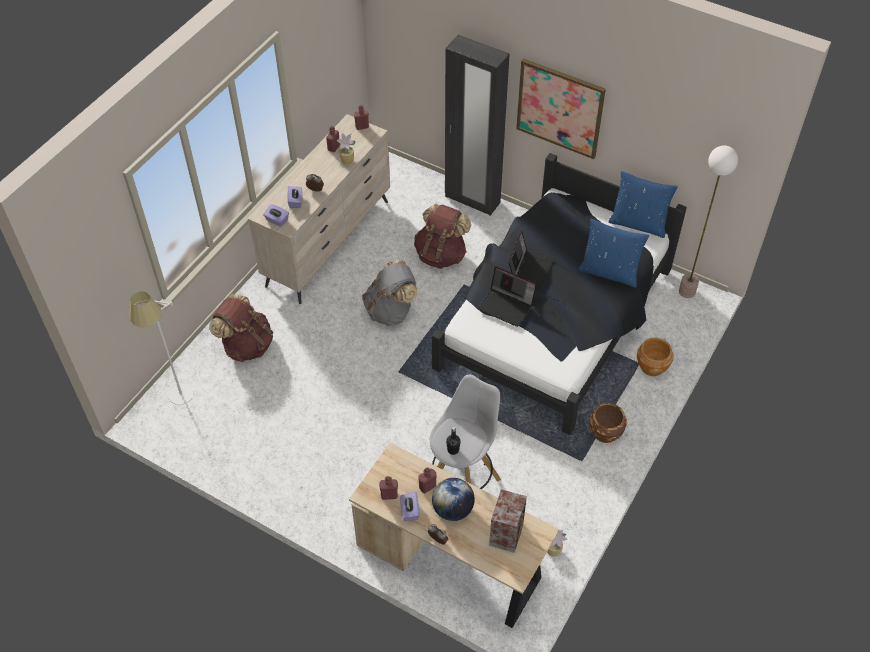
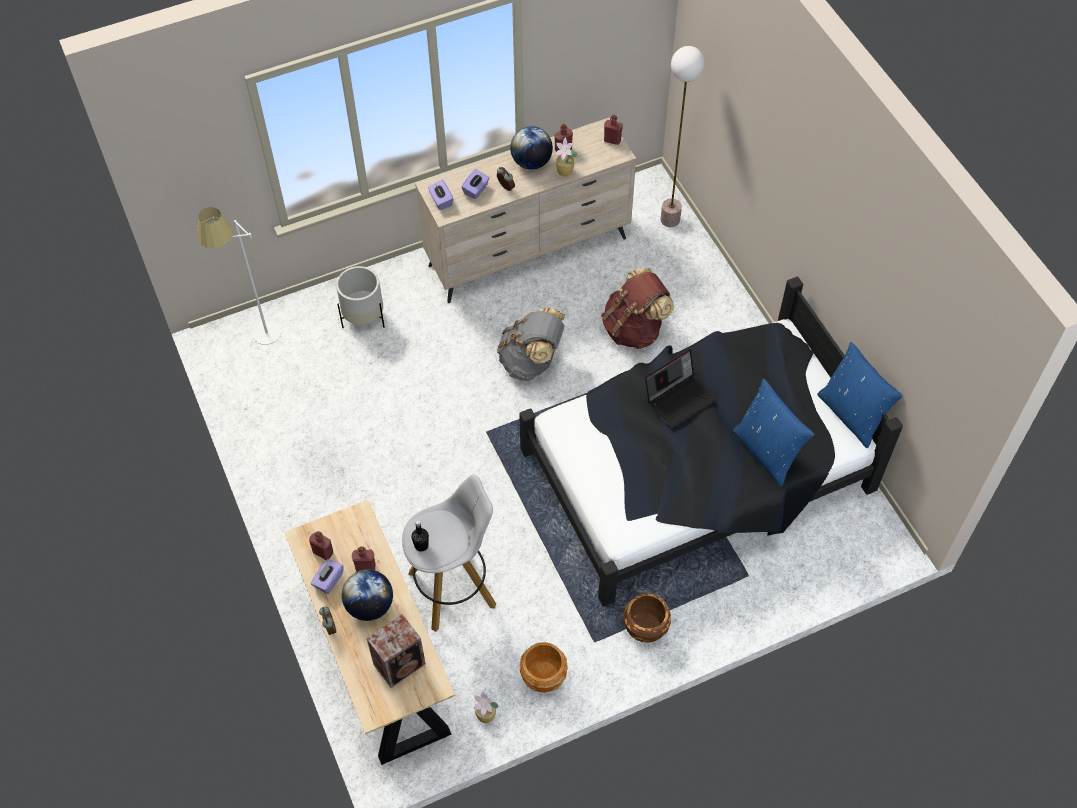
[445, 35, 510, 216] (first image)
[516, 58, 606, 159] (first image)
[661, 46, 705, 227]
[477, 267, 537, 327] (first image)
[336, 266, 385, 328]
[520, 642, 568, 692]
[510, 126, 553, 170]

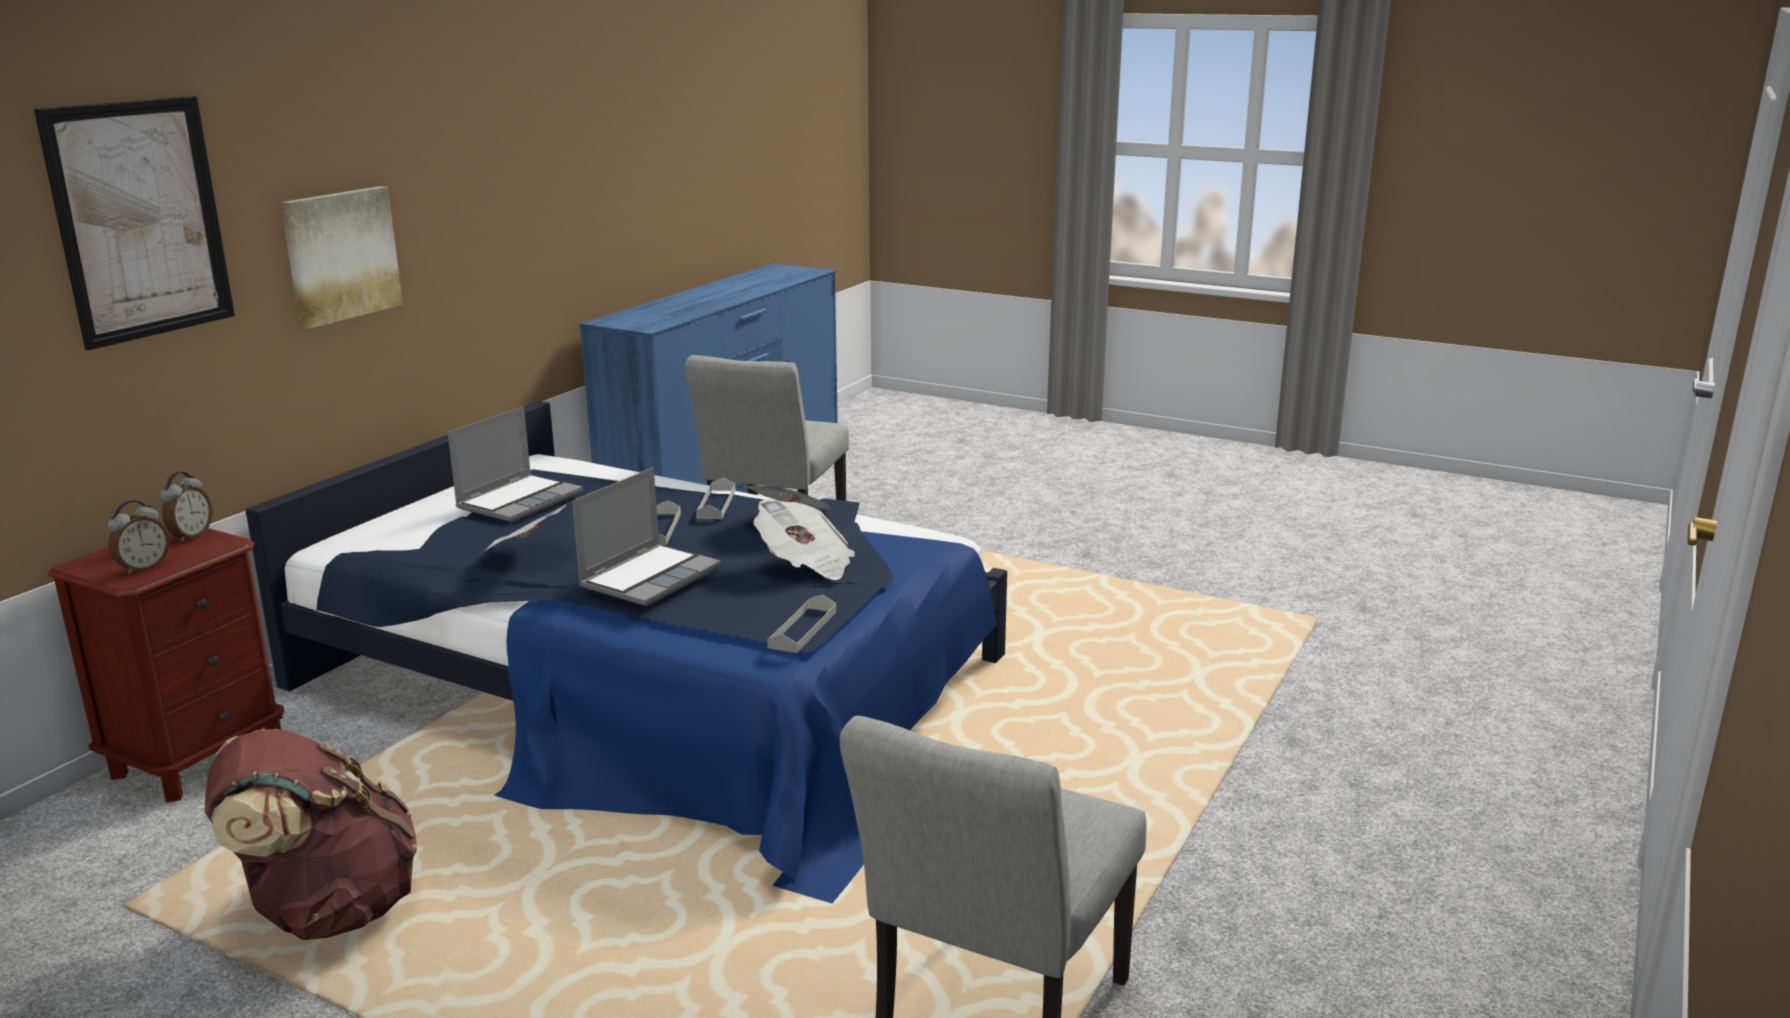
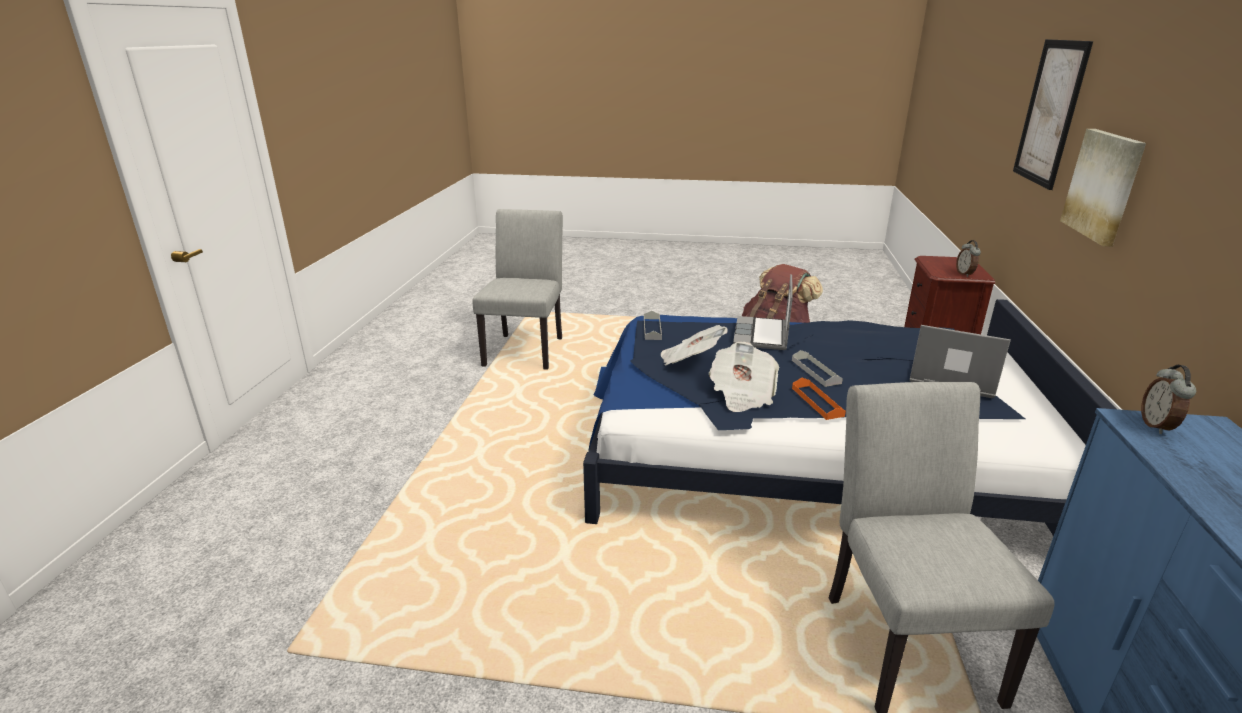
[909, 325, 1011, 398]
[792, 378, 846, 420]
[1141, 365, 1196, 434]
[480, 502, 571, 554] (first image)

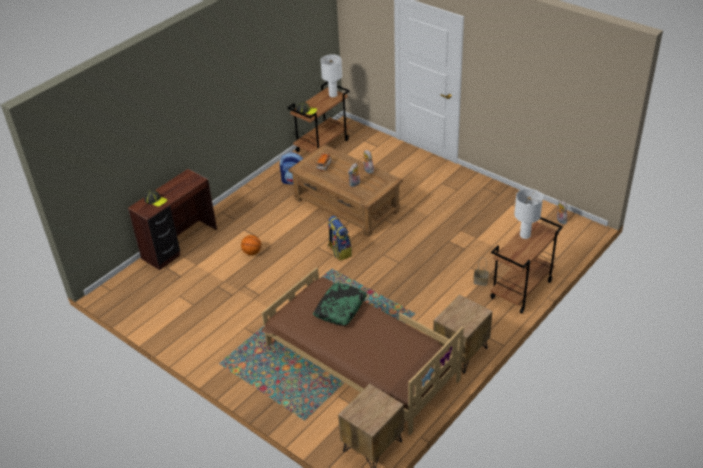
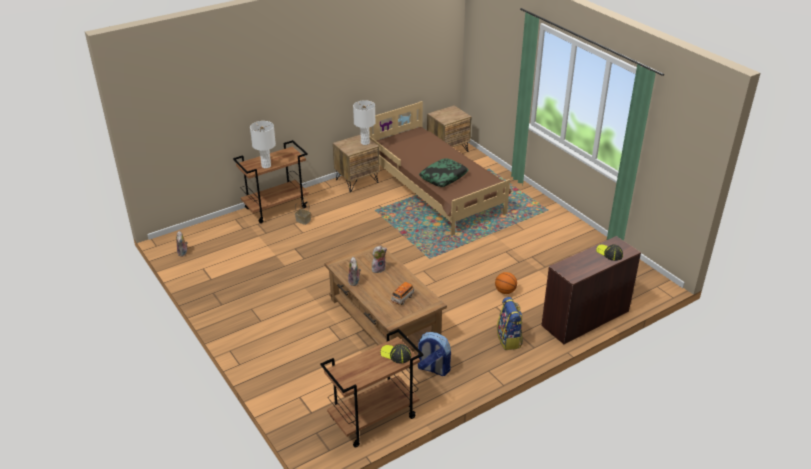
[353, 100, 376, 145]
[497, 297, 523, 350]

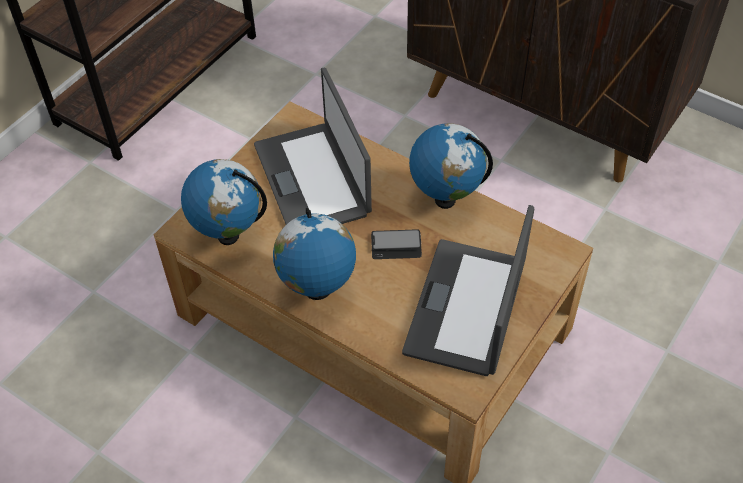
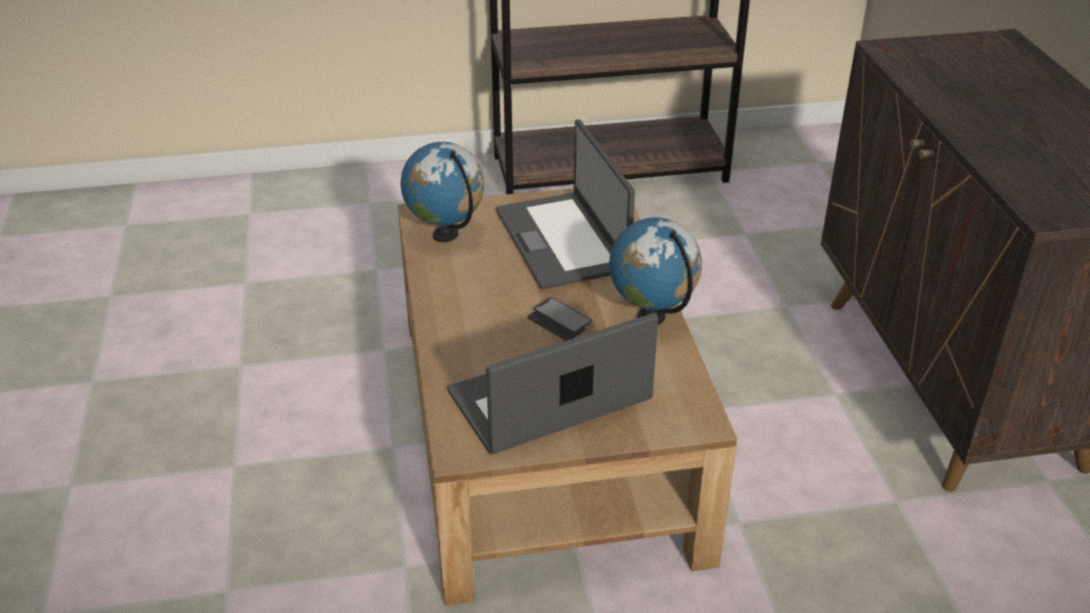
[496, 119, 635, 289]
[273, 208, 356, 300] (first image)

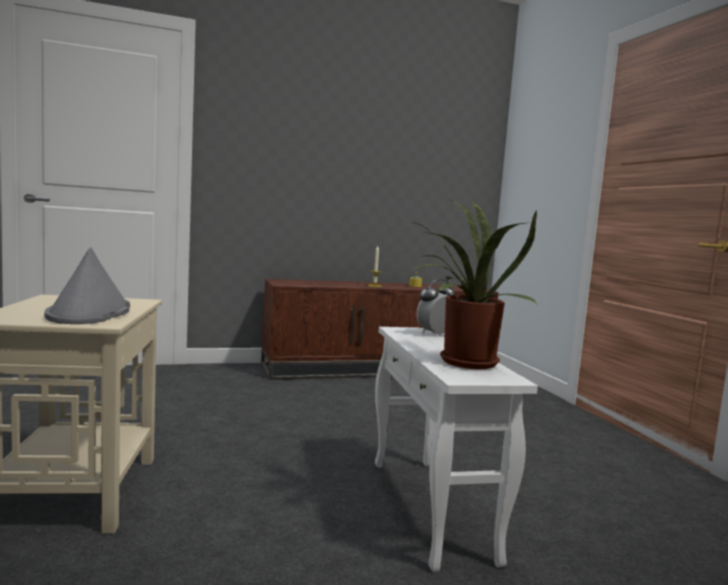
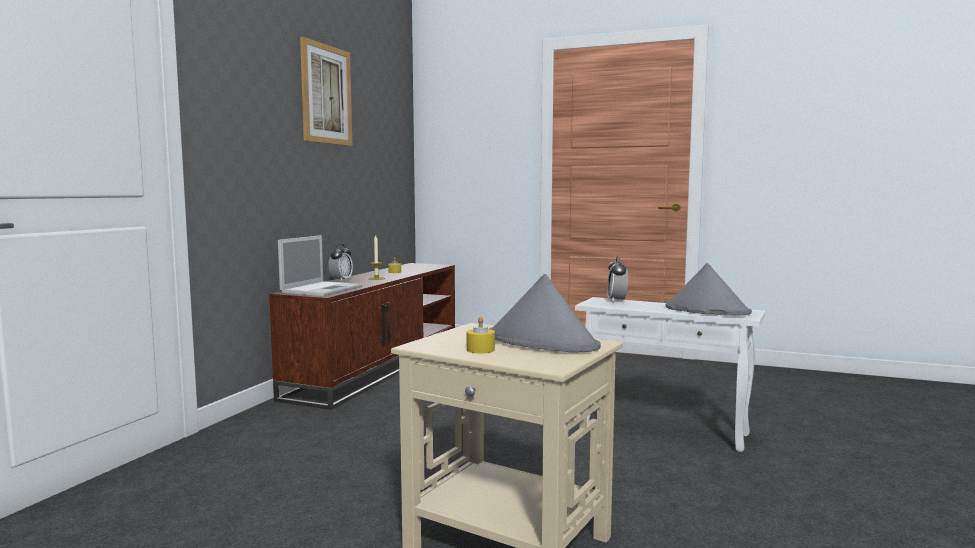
[666, 263, 752, 316]
[300, 37, 352, 146]
[278, 235, 362, 296]
[328, 244, 353, 282]
[467, 317, 495, 354]

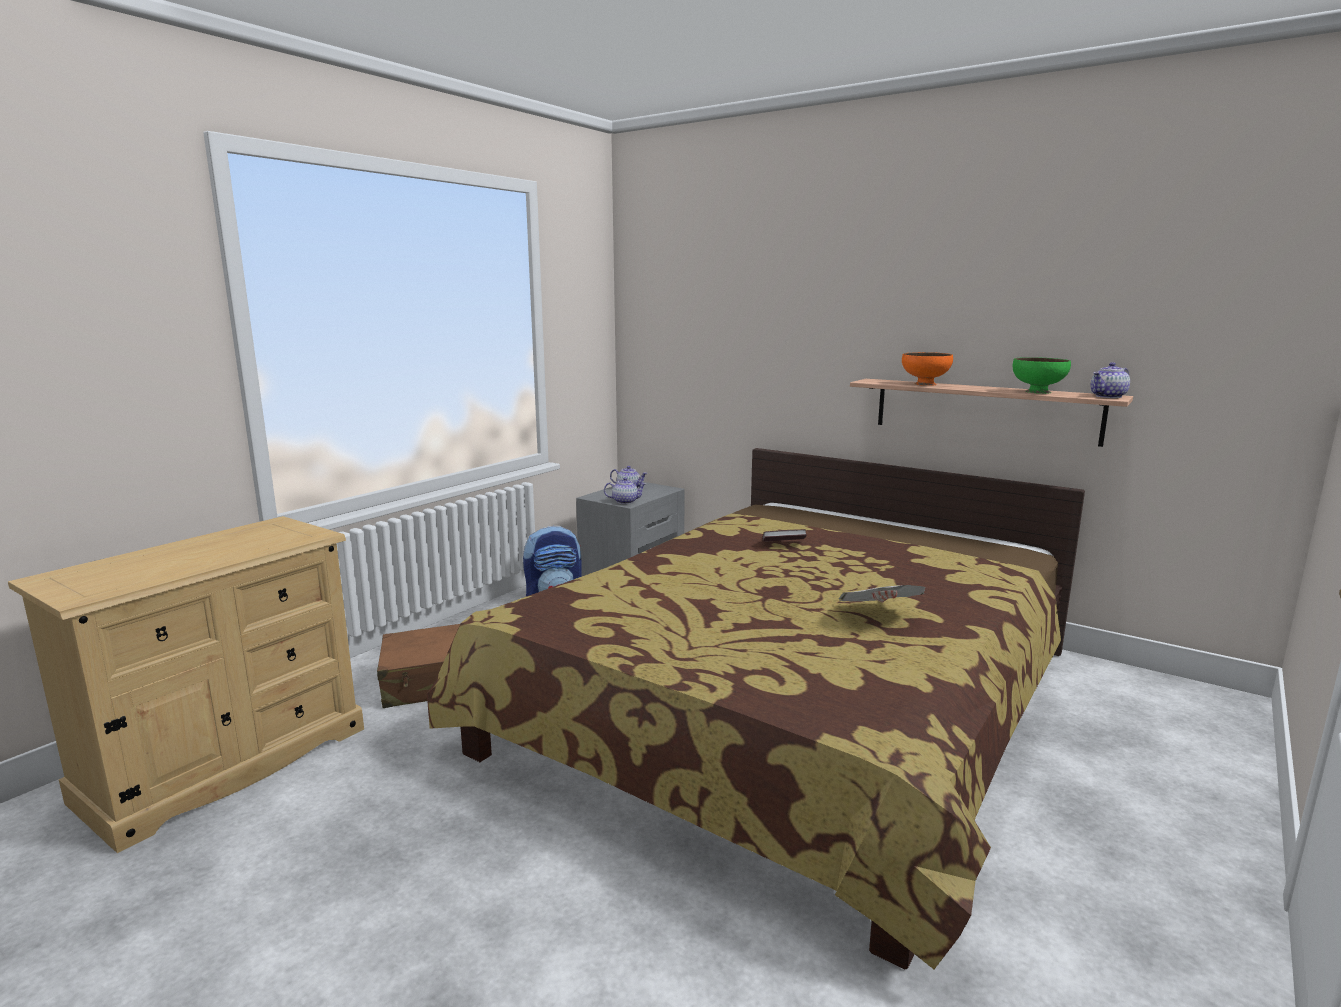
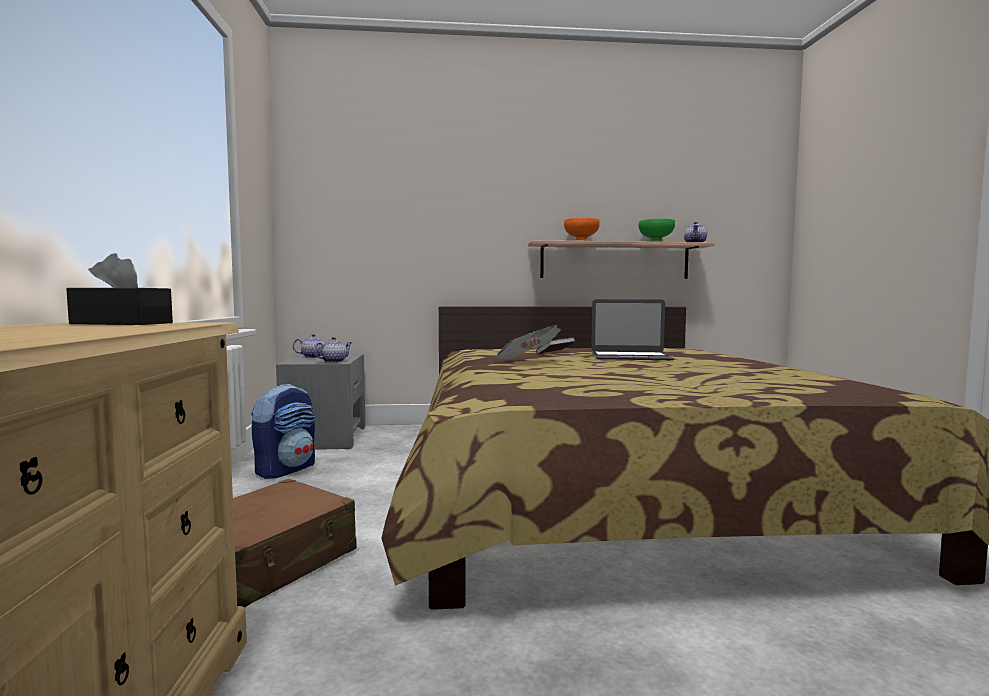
[494, 325, 561, 359]
[66, 253, 173, 325]
[591, 299, 675, 360]

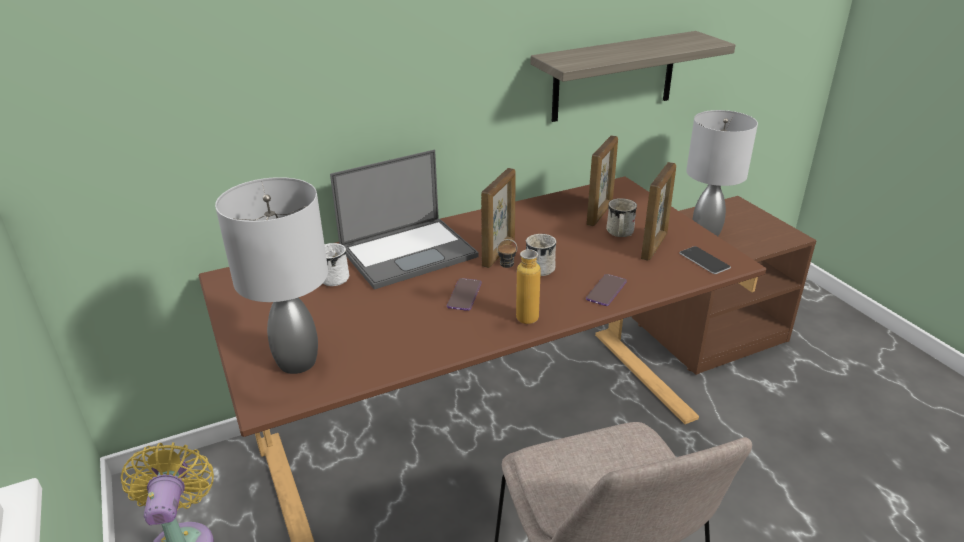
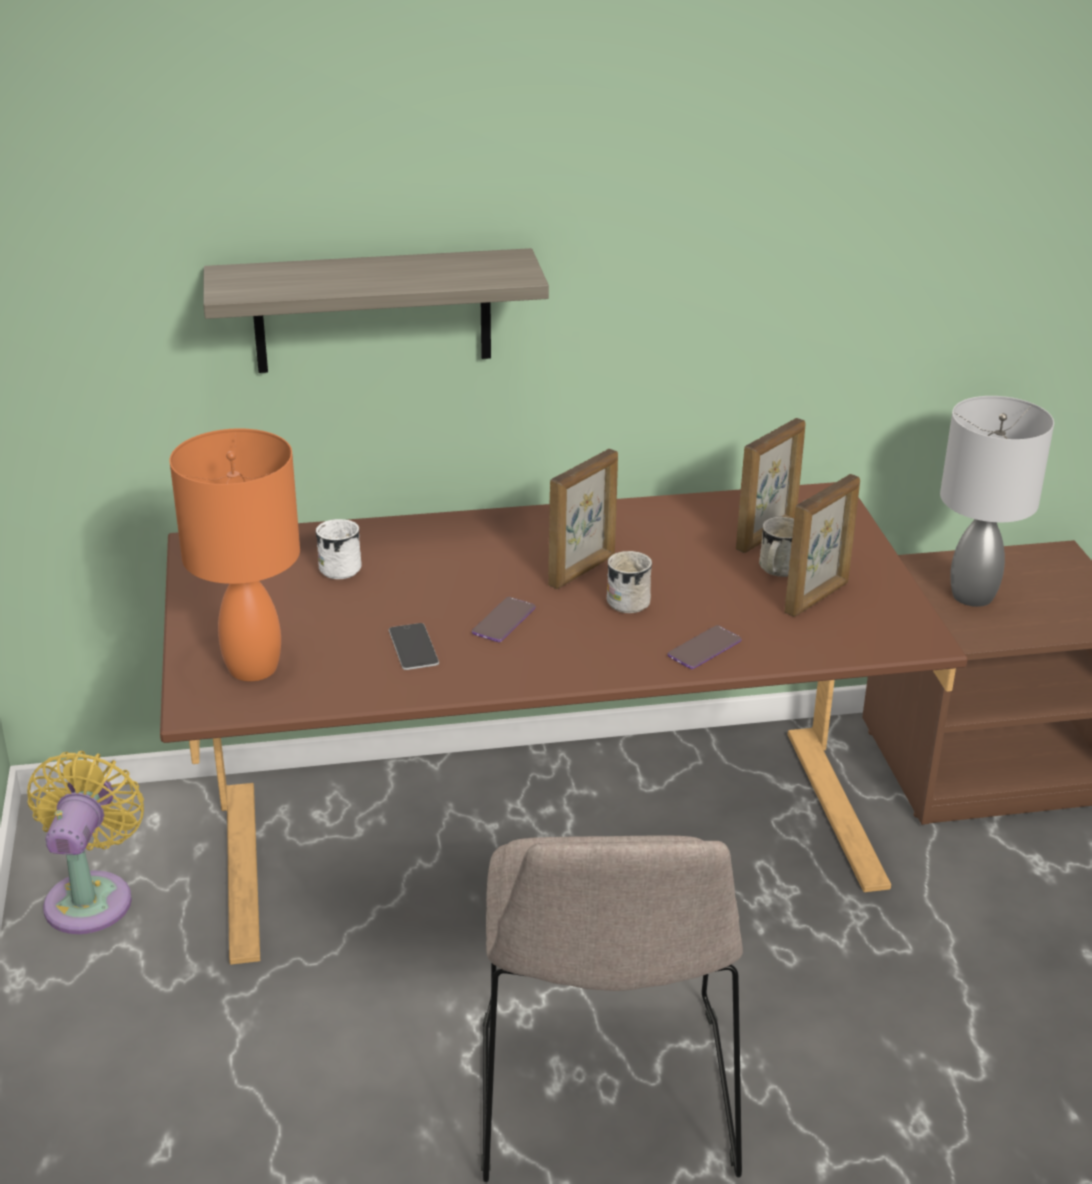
[203, 248, 549, 373]
[330, 149, 479, 290] (first image)
[169, 428, 300, 681]
[497, 239, 541, 324] (first image)
[389, 623, 439, 670]

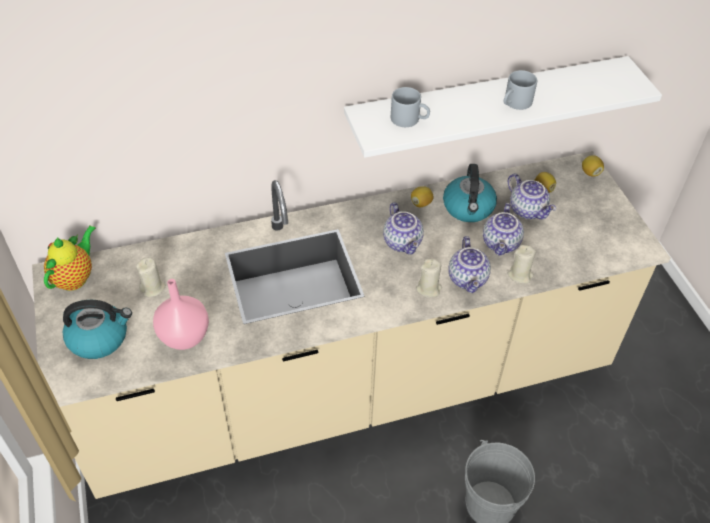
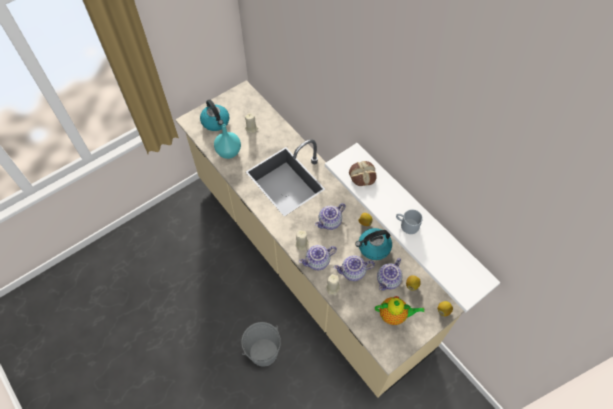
[349, 161, 377, 186]
[375, 296, 424, 325]
[214, 124, 241, 159]

